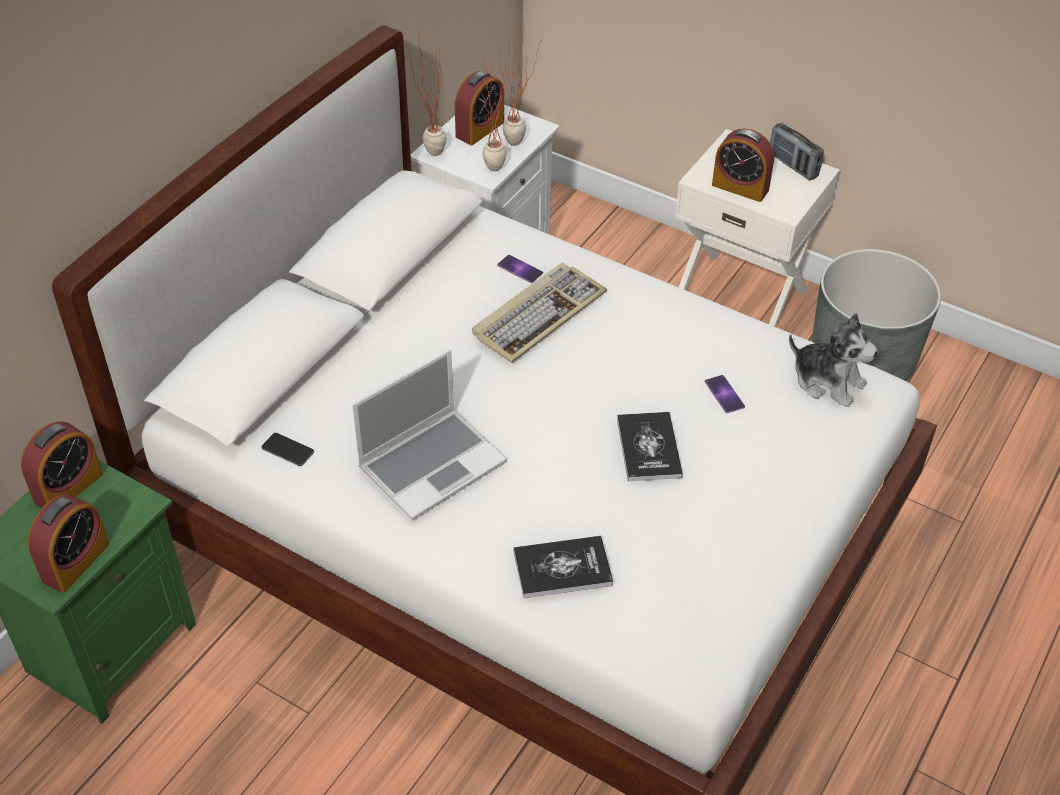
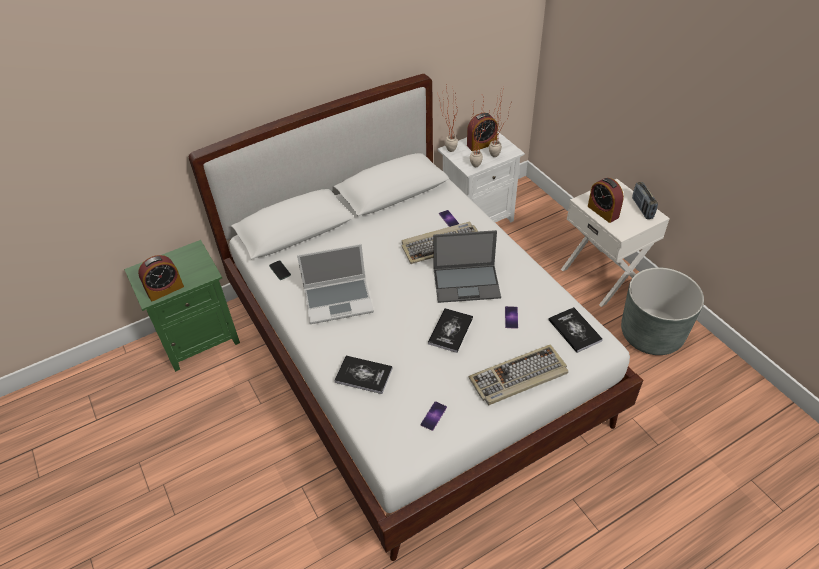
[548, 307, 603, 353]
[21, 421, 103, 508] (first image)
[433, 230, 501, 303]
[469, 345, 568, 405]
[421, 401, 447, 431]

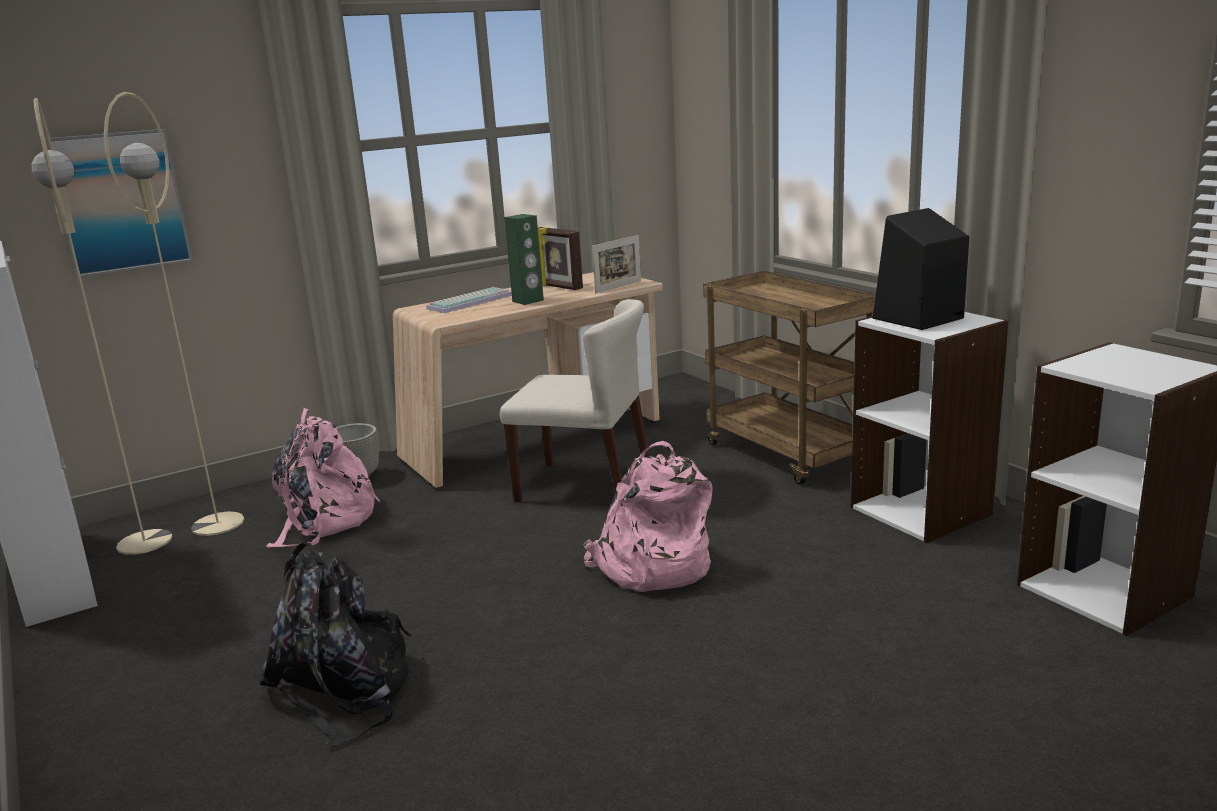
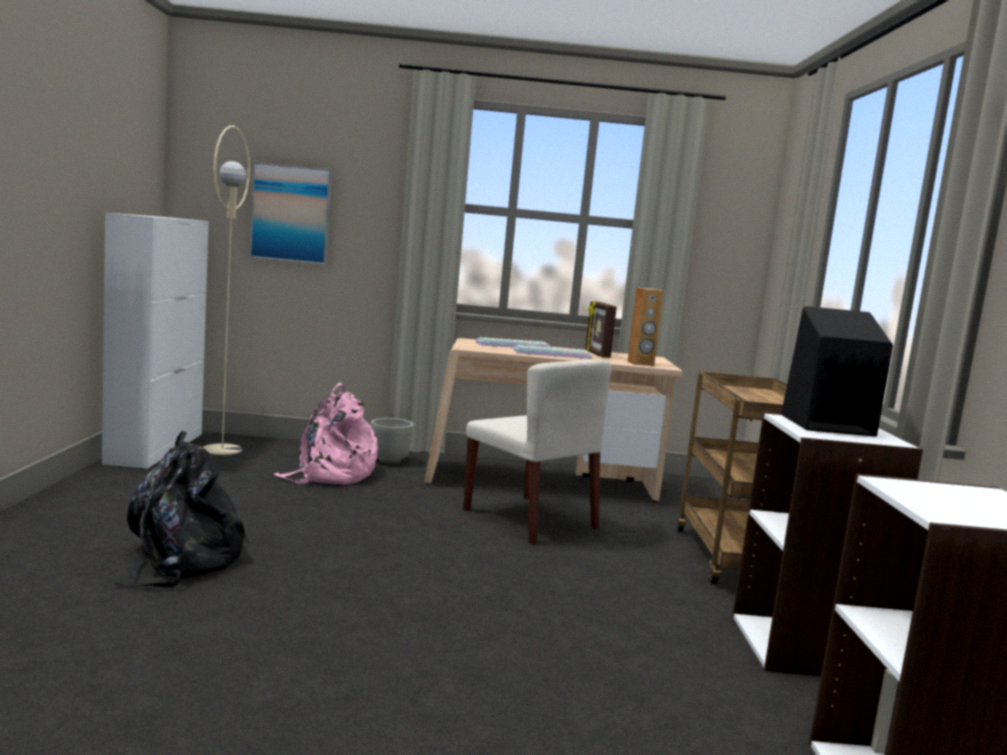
[104, 92, 244, 536] (first image)
[513, 345, 592, 359]
[628, 288, 664, 366]
[583, 441, 712, 592] (first image)

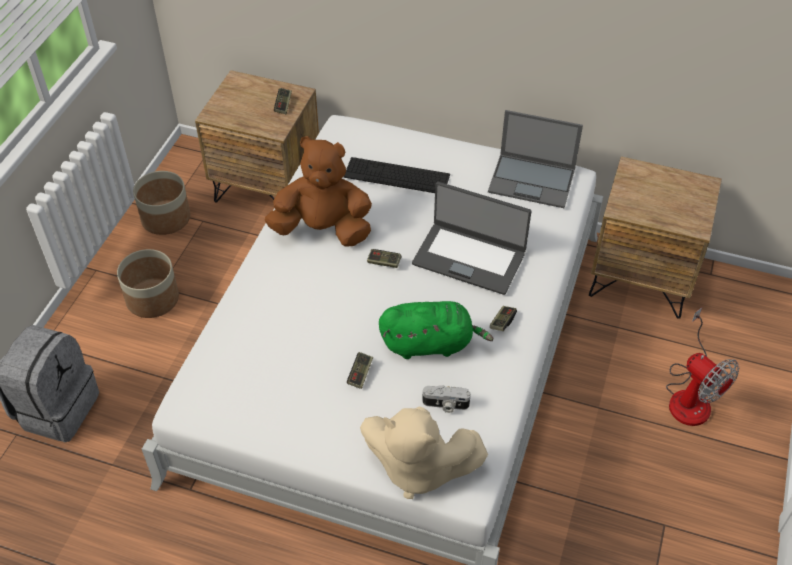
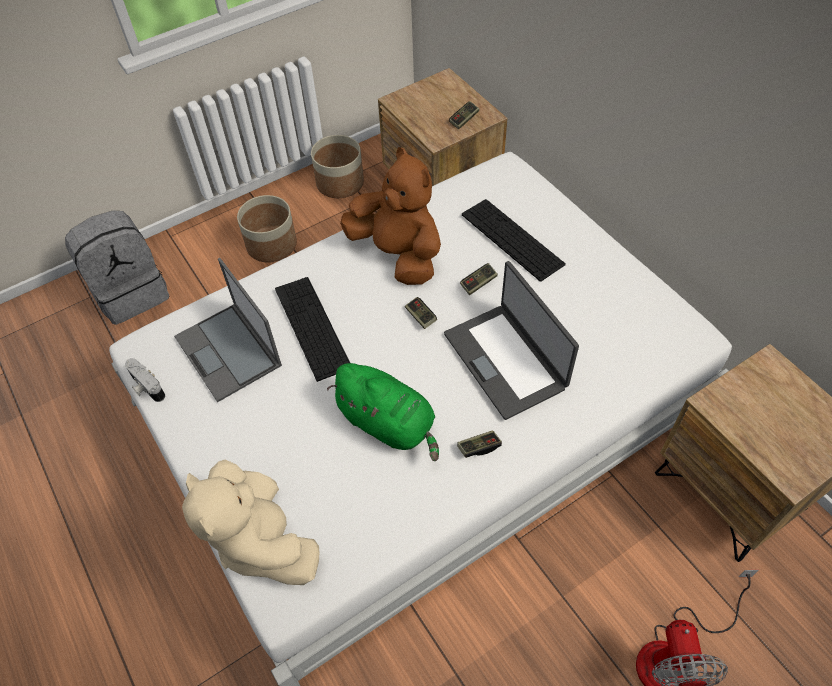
[174, 258, 282, 402]
[460, 263, 498, 295]
[125, 358, 165, 402]
[275, 277, 350, 382]

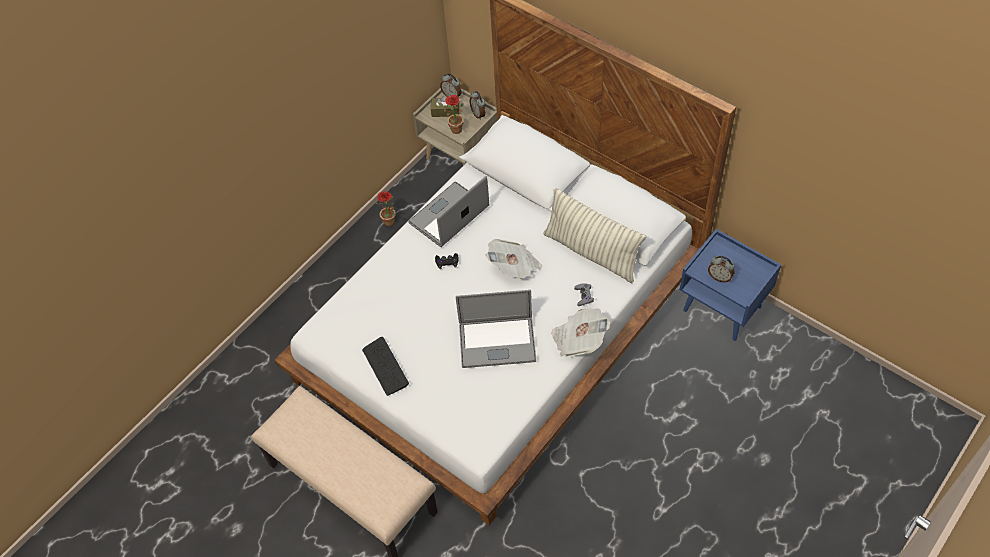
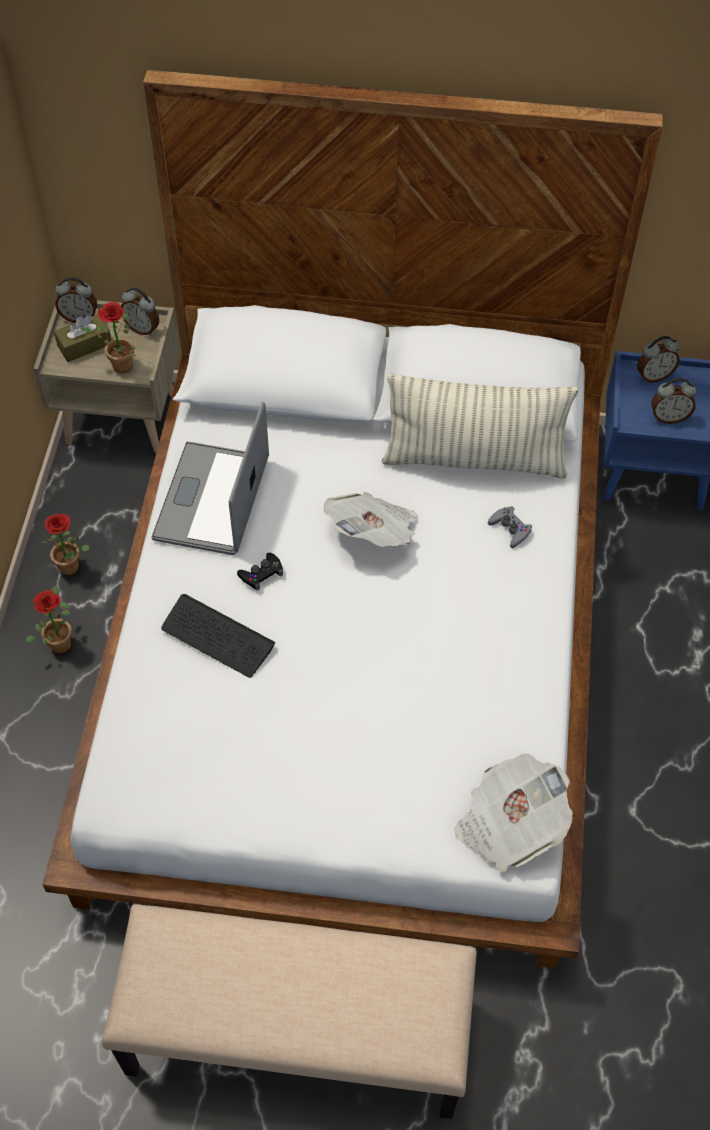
[456, 290, 536, 368] (first image)
[454, 753, 573, 872]
[161, 594, 275, 678]
[637, 336, 680, 383]
[26, 586, 72, 654]

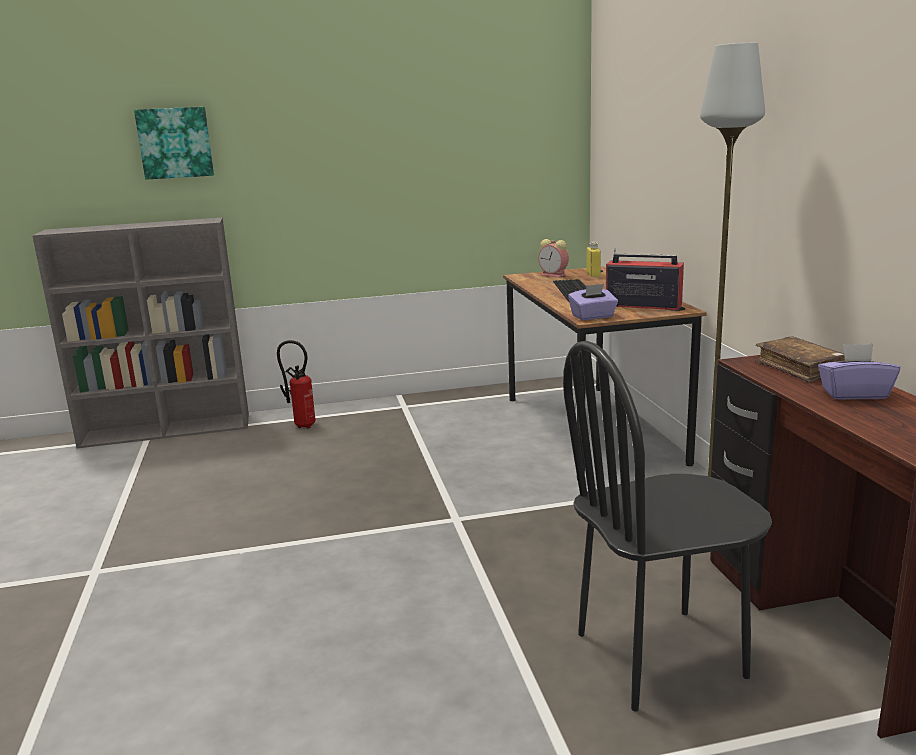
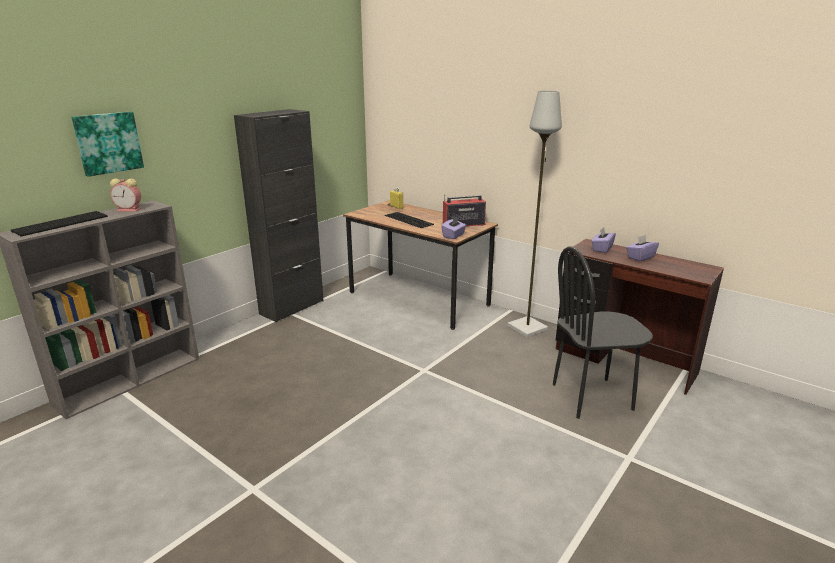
[110, 179, 141, 212]
[592, 227, 616, 253]
[277, 340, 316, 428] (first image)
[553, 247, 653, 419]
[234, 109, 323, 322]
[11, 211, 108, 236]

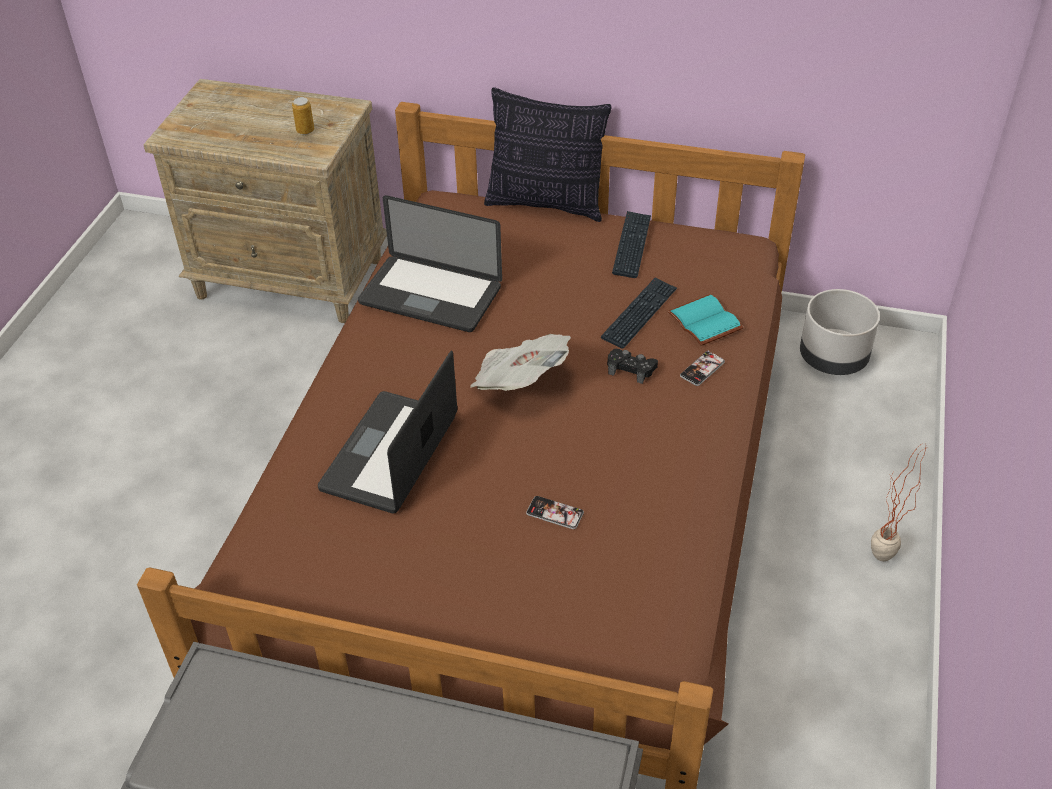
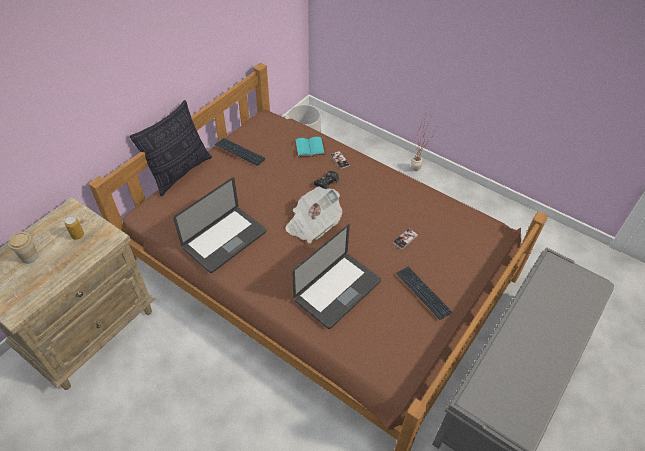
[396, 267, 452, 320]
[292, 224, 381, 329]
[8, 232, 39, 264]

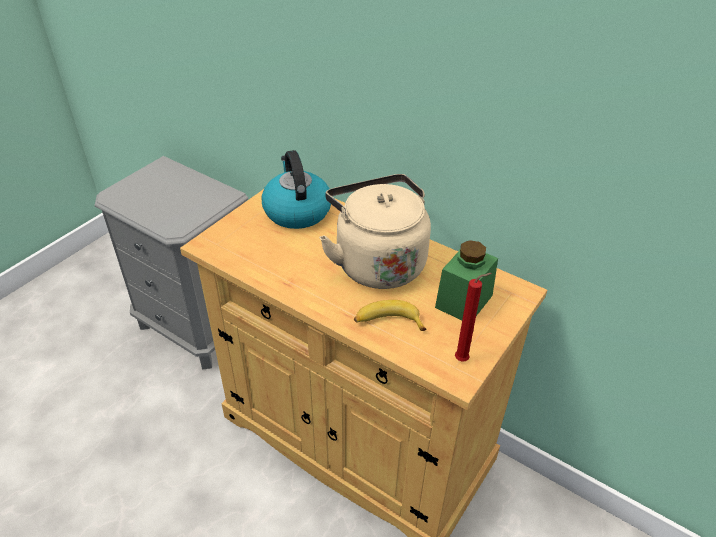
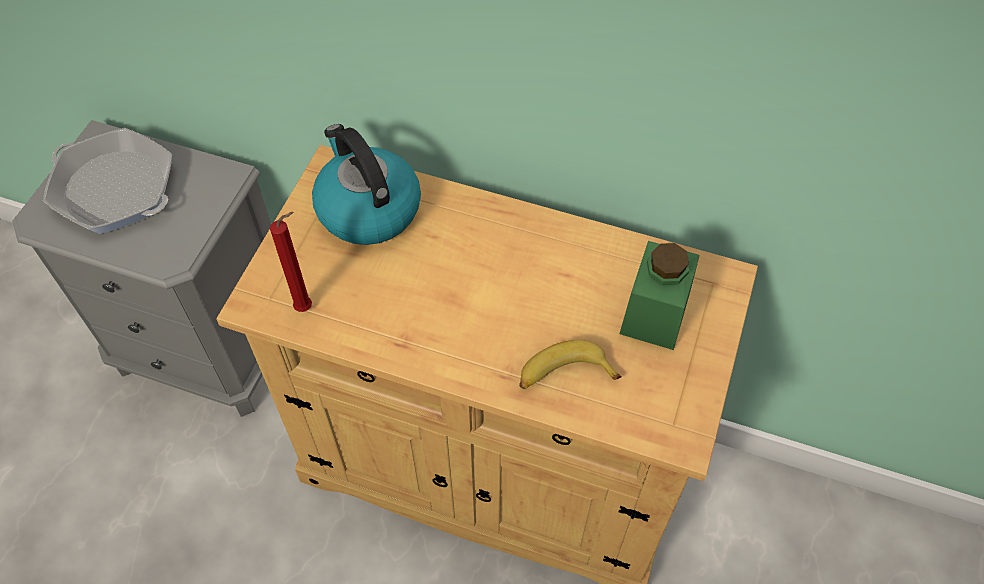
[319, 174, 431, 289] (first image)
[270, 212, 312, 312]
[43, 128, 172, 234]

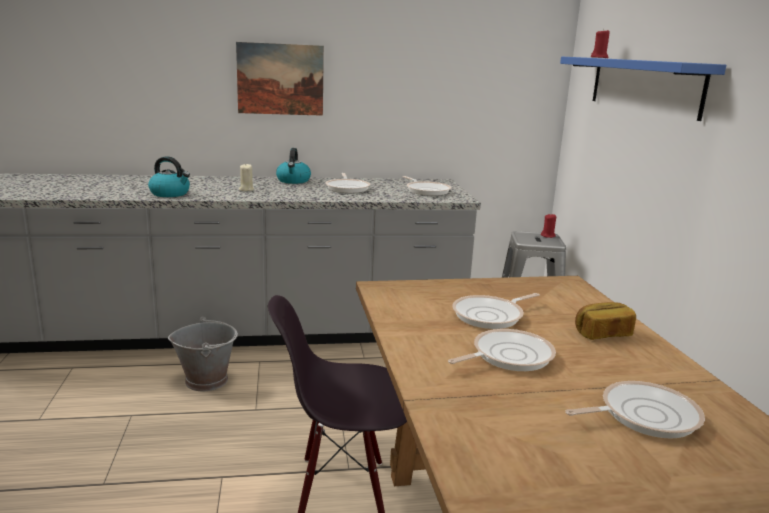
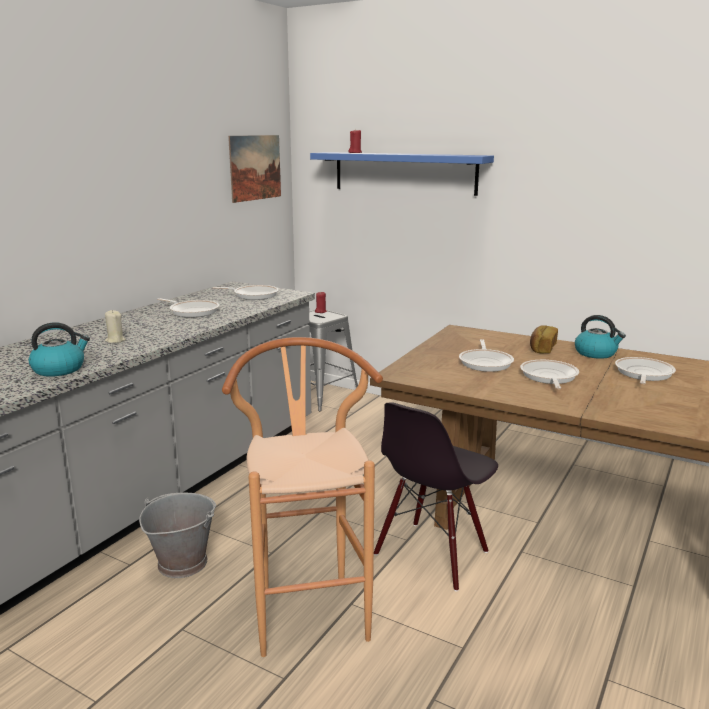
[228, 135, 281, 203]
[575, 315, 626, 359]
[222, 337, 383, 657]

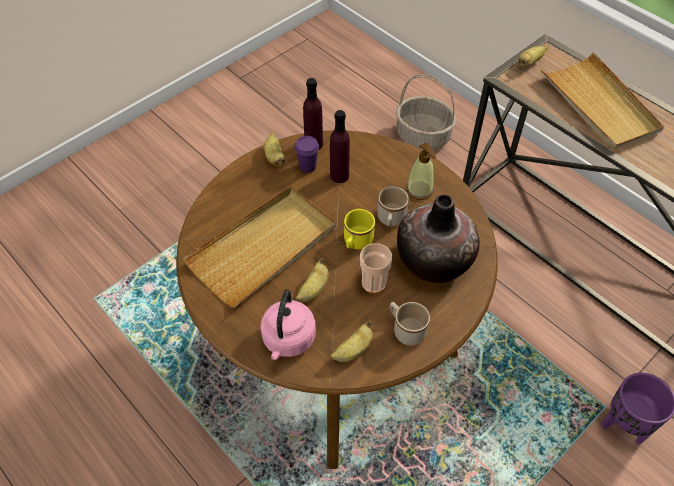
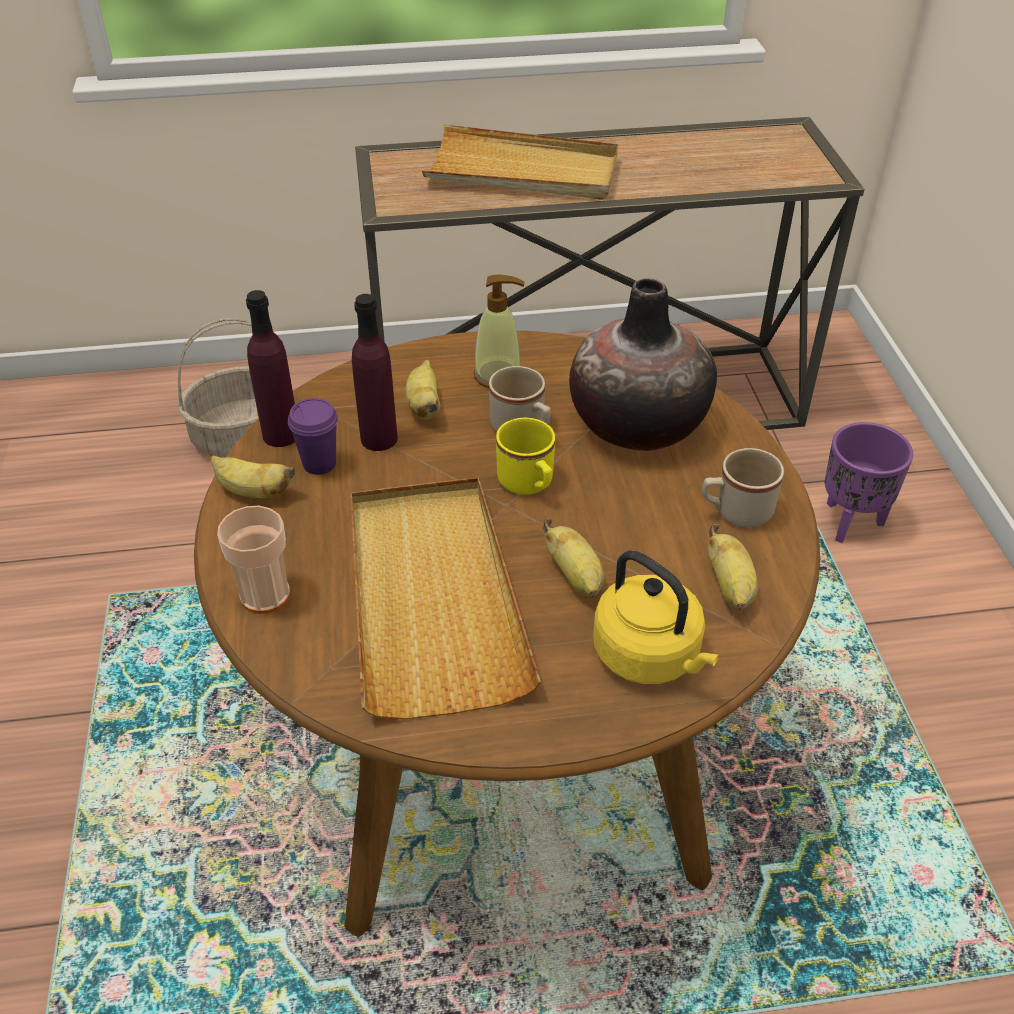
[406, 360, 440, 420]
[217, 506, 290, 614]
[593, 551, 719, 684]

